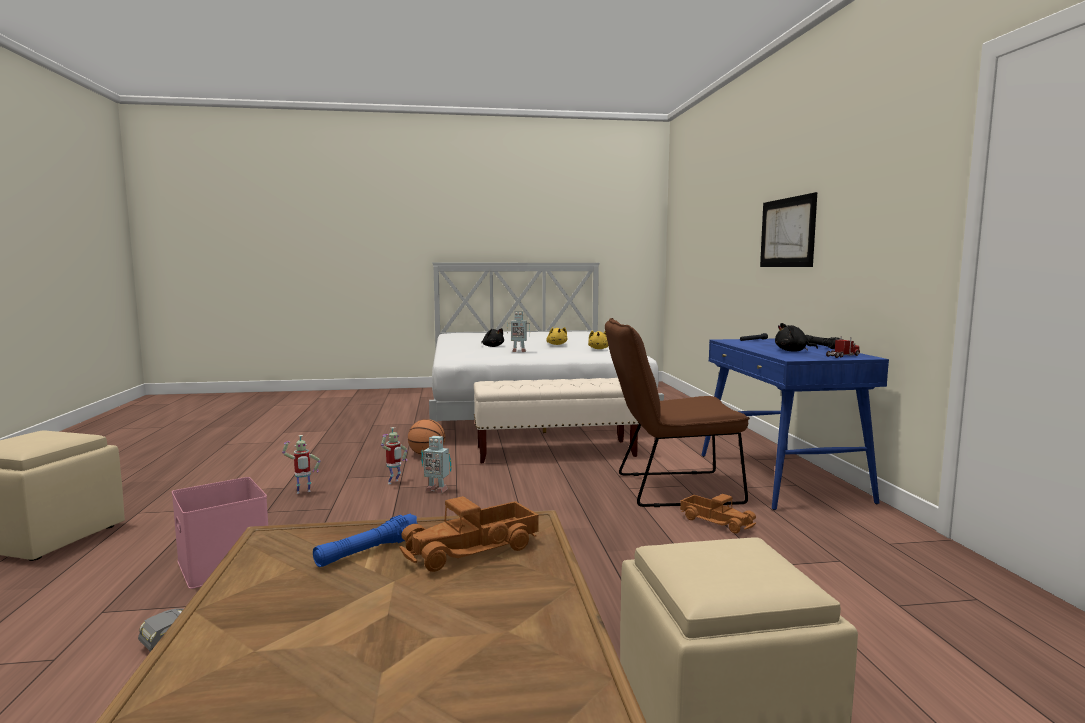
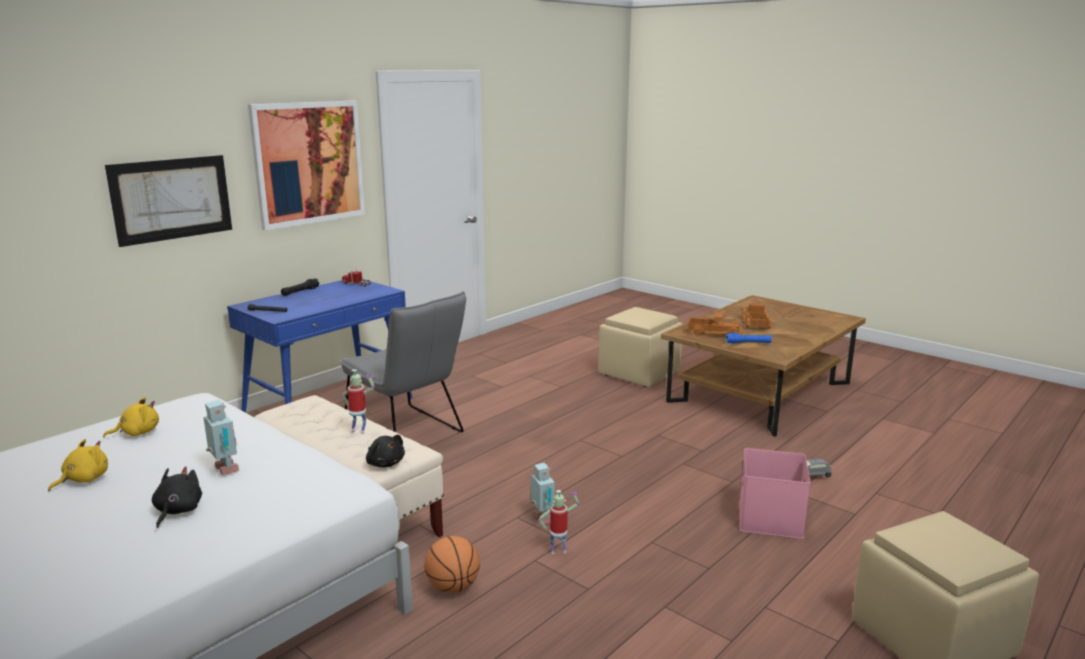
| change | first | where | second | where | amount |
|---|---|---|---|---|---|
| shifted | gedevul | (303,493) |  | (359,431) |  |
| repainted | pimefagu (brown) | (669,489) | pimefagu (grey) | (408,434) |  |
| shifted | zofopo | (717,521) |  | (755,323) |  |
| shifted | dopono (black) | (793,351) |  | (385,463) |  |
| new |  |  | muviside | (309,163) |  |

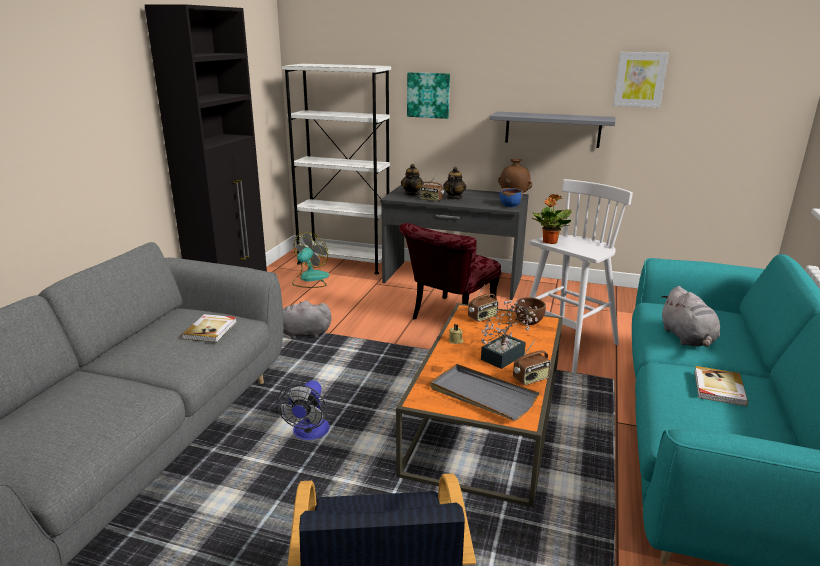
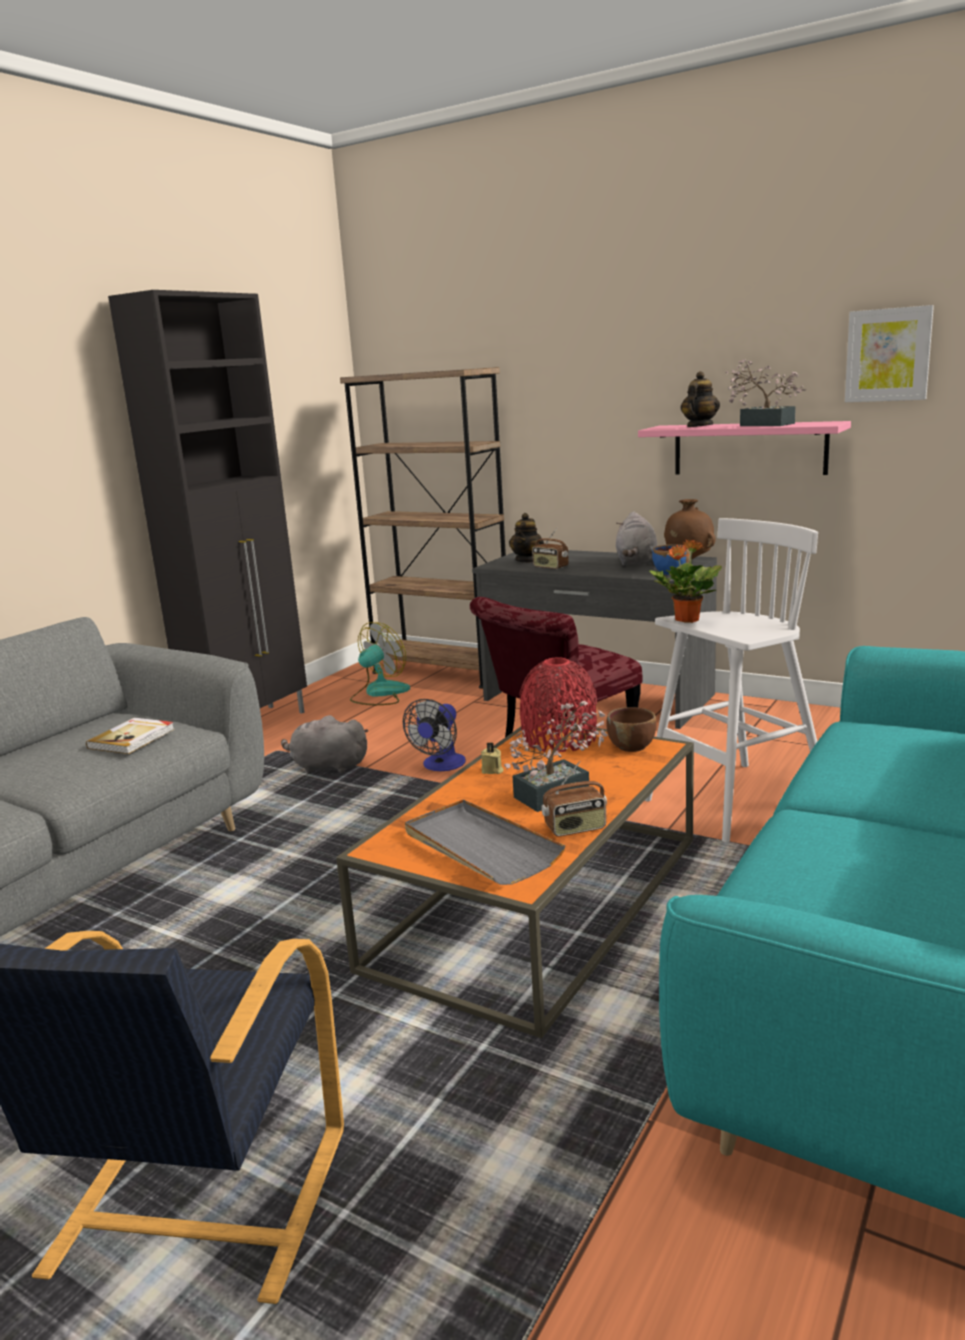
| change | first | where | second | where | amount |
|---|---|---|---|---|---|
| shifted | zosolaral | (309,433) |  | (441,765) |  |
| repainted | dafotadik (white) | (344,262) | dafotadik (brown) | (442,671) |  |
| gone | muviside | (428,95) |  |  |  |
| shifted | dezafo | (454,197) |  | (699,426) |  |
| swapped | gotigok | (483,317) | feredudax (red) | (559,739) |  |
| repainted | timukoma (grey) | (552,129) | timukoma (pink) | (749,449) |  |
| shifted | dopono (grey) | (687,338) |  | (636,563) |  |
| gone | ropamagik | (718,388) |  |  |  |
| new |  |  | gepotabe | (761,424) |  |

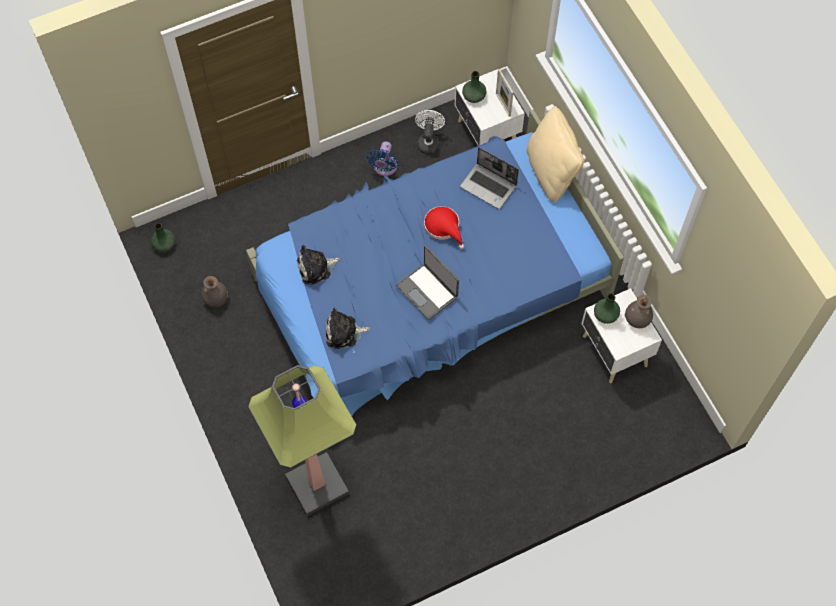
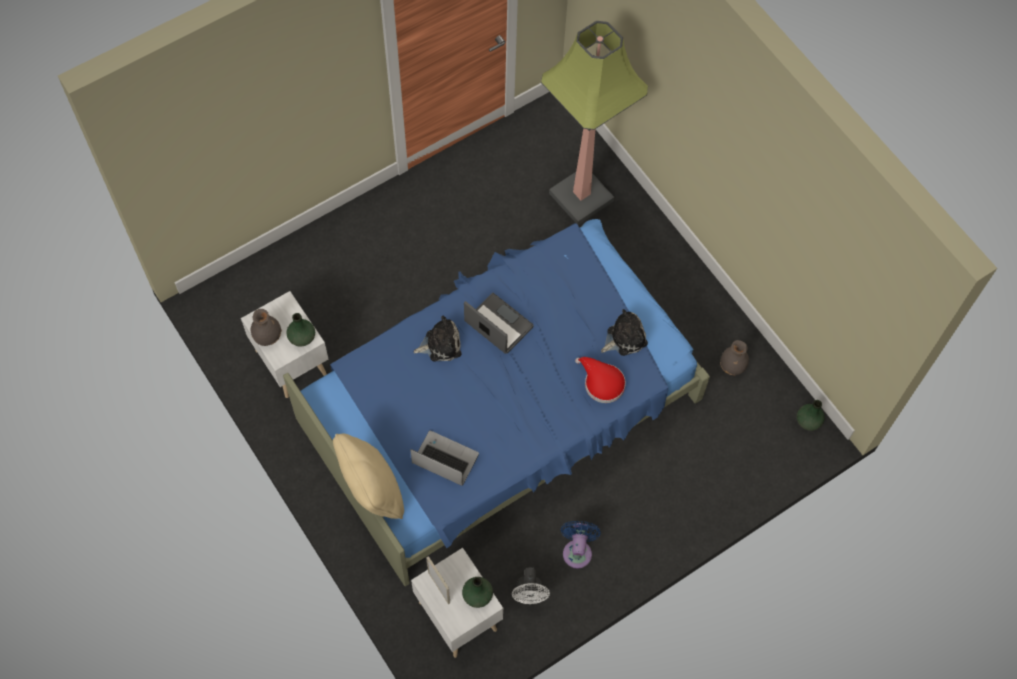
| change | first | where | second | where | amount |
|---|---|---|---|---|---|
| shifted | dopono | (344,333) |  | (440,344) |  |
| shifted | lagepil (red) | (444,227) |  | (601,382) |  |

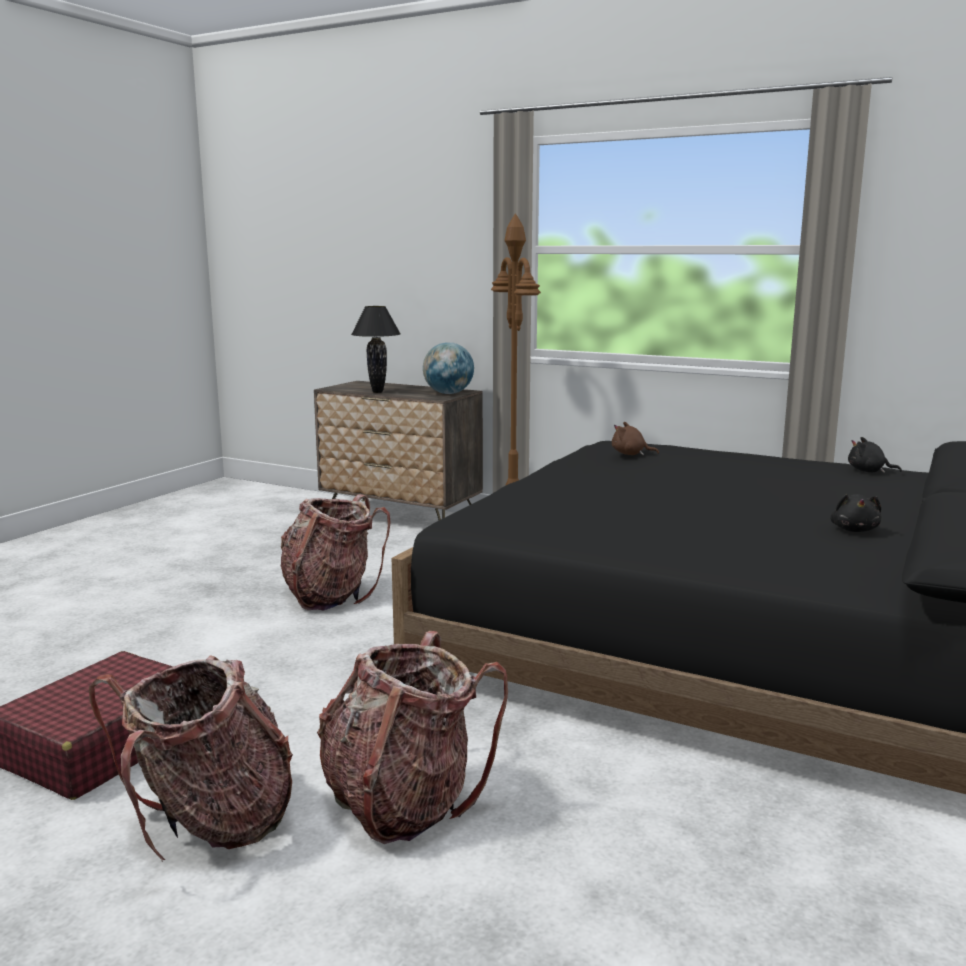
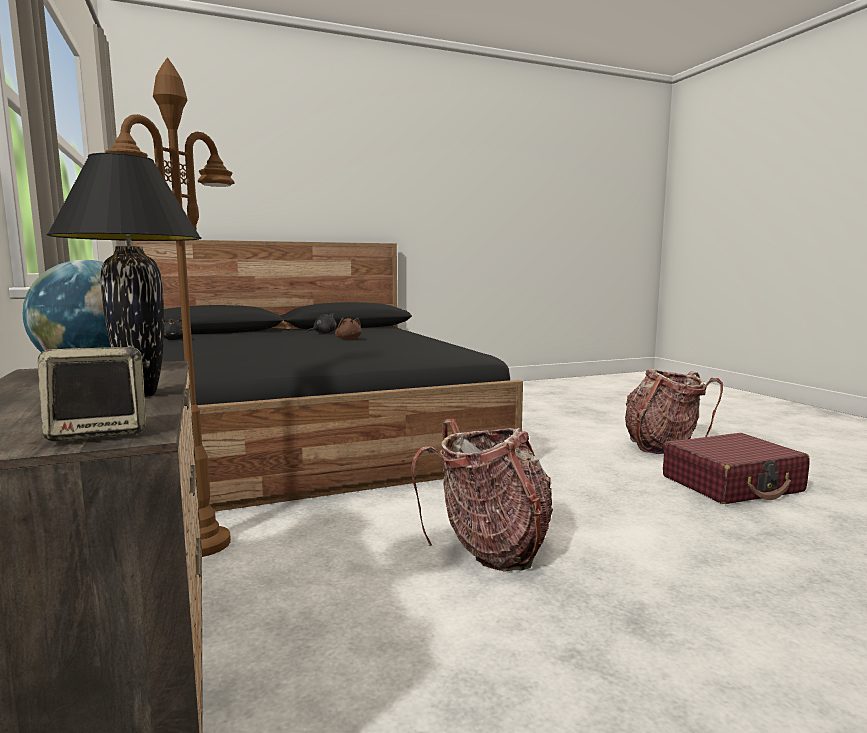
| change | first | where | second | where | amount |
|---|---|---|---|---|---|
| gone | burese | (403,802) |  |  |  |
| shifted | dopono (brown) | (630,454) |  | (348,339) |  |
| new |  |  | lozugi | (101,432) |  |

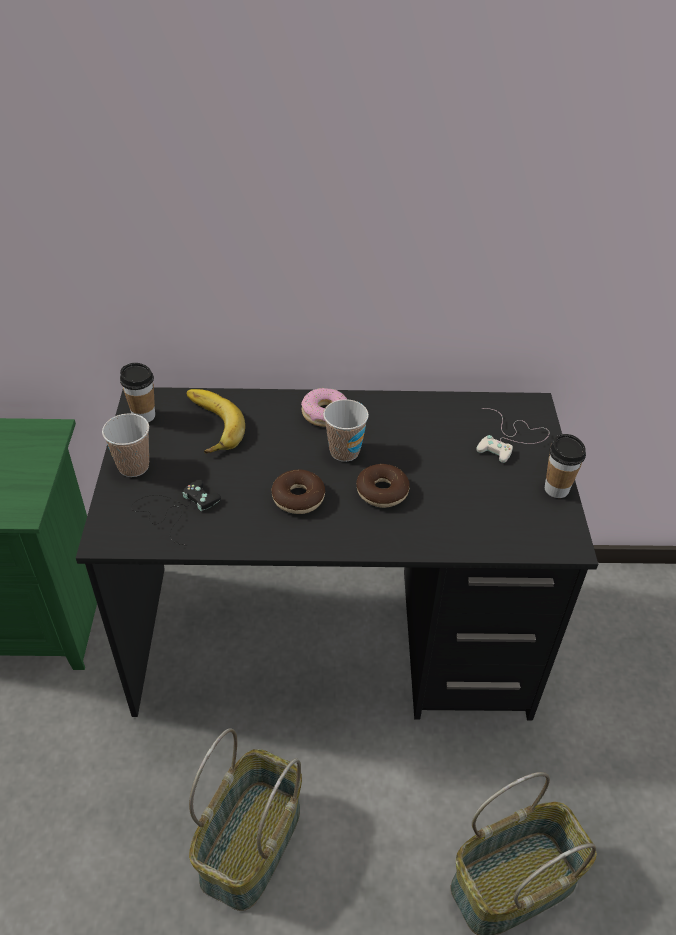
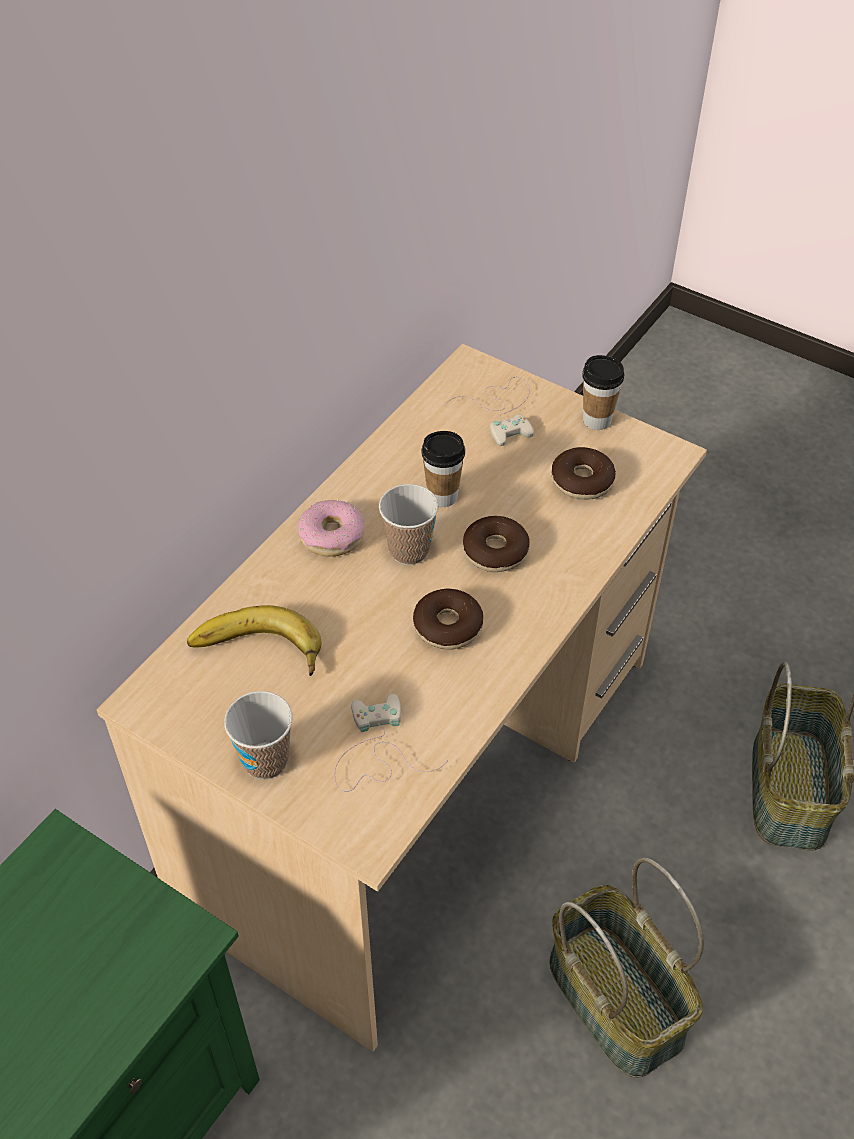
| change | first | where | second | where | amount |
|---|---|---|---|---|---|
| repainted | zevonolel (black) | (333,641) | zevonolel (beige) | (424,781) |  |
| shifted | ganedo | (144,416) |  | (442,496) |  |
| repainted | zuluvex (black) | (175,510) | zuluvex (white) | (376,750) |  |
| new |  |  | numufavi | (582,481) |  |

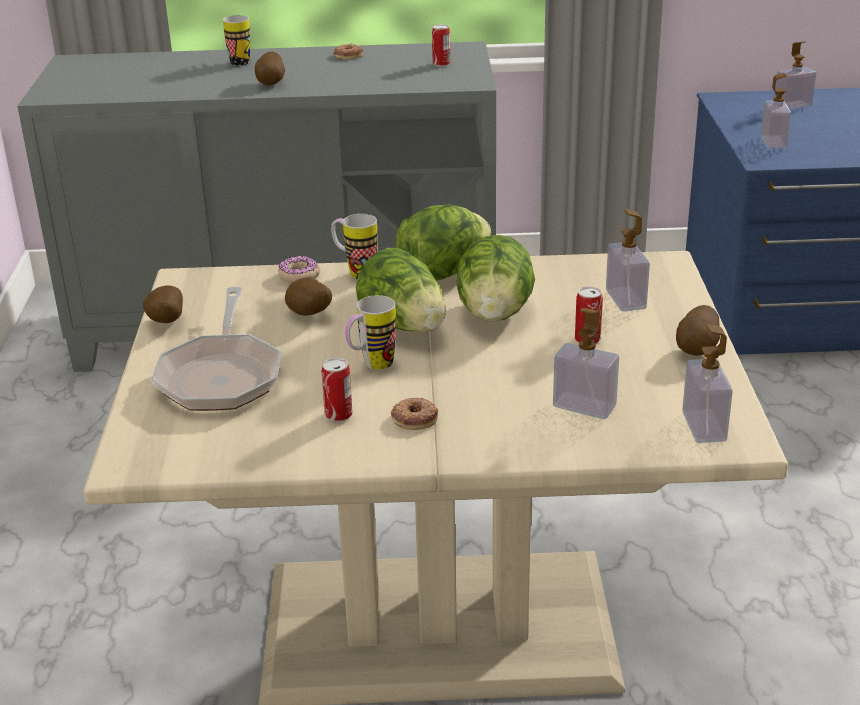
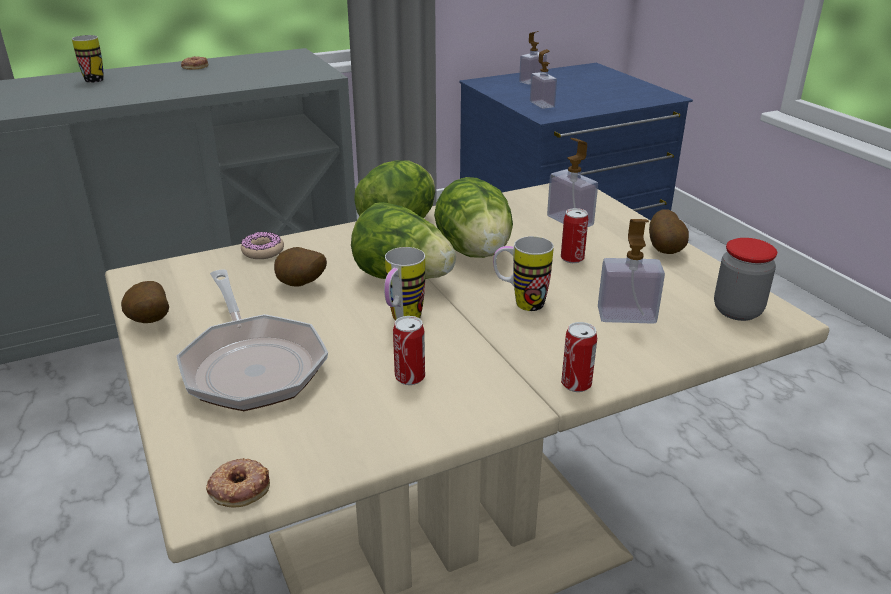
| change | first | where | second | where | amount |
|---|---|---|---|---|---|
| gone | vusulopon | (272,83) |  |  |  |
| shifted | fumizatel | (355,272) |  | (520,303) |  |
| shifted | numufavi | (414,418) |  | (239,487) |  |
| shifted | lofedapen | (441,64) |  | (576,384) |  |
| swapped | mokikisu | (704,426) | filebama | (737,311) |  |

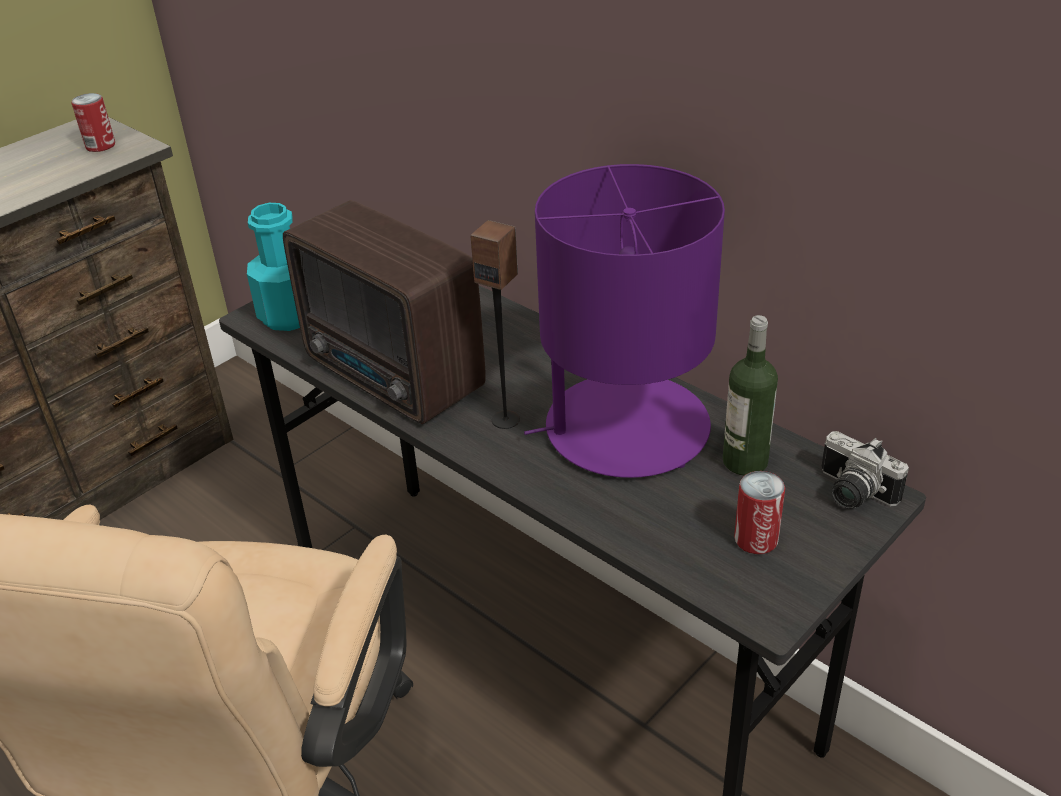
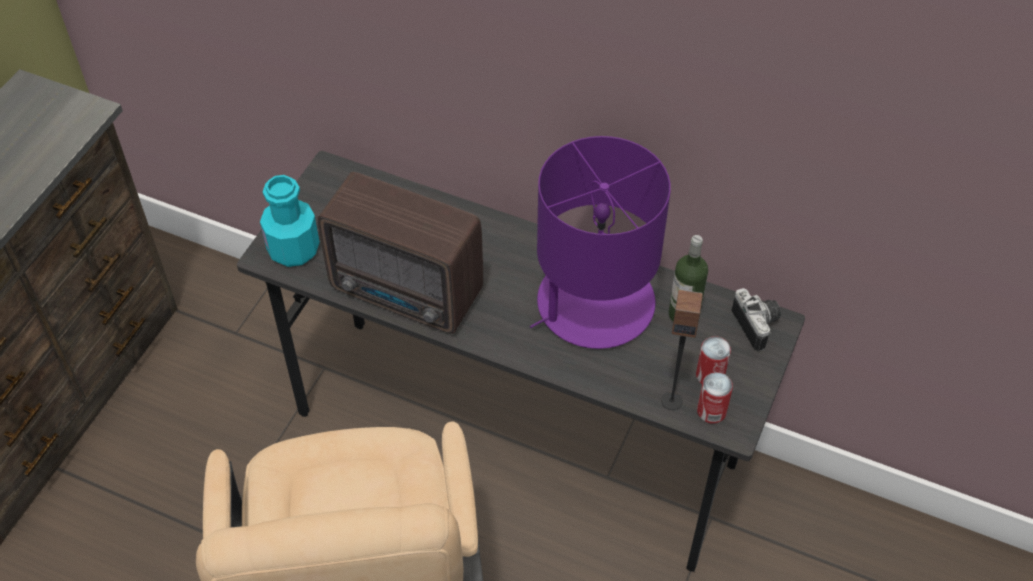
| change | first | where | second | where | amount |
|---|---|---|---|---|---|
| shifted | lofedapen | (100,146) |  | (711,411) |  |
| shifted | lozugi | (506,419) |  | (671,400) |  |
| rotated | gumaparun | (851,493) |  | (759,325) | 135 degrees counterclockwise |

